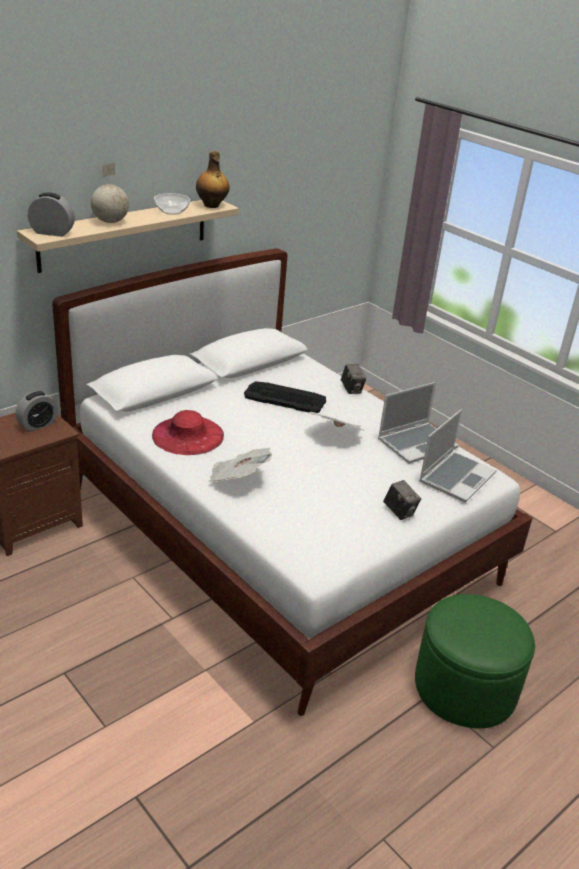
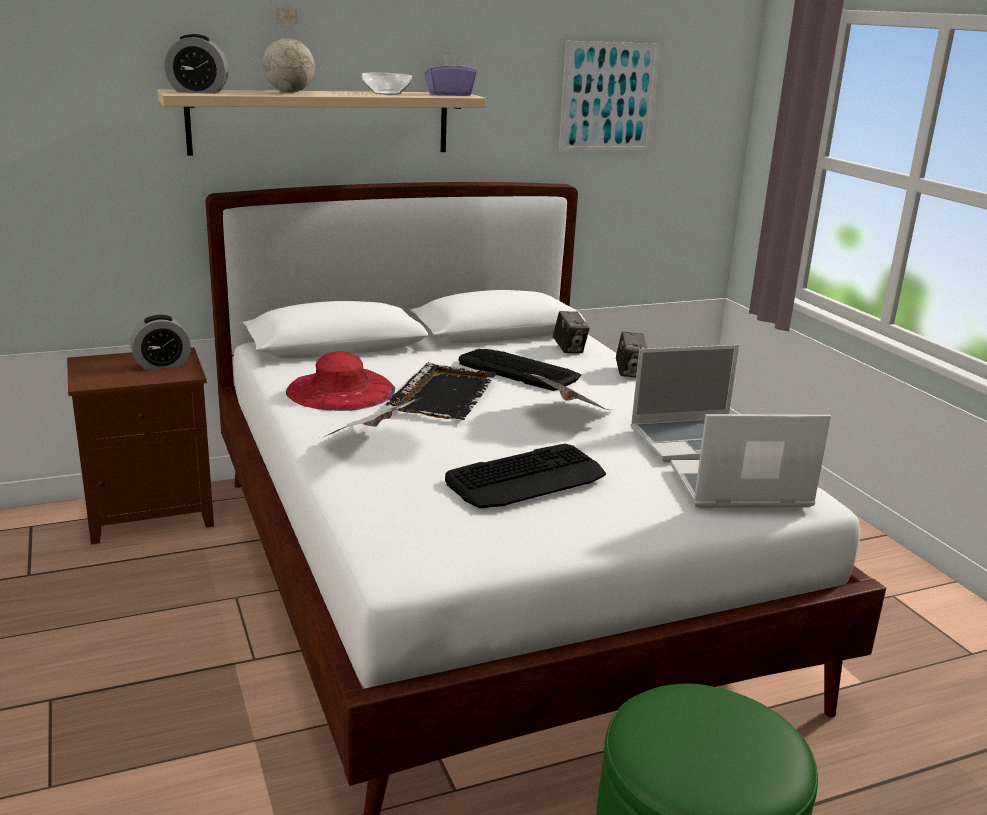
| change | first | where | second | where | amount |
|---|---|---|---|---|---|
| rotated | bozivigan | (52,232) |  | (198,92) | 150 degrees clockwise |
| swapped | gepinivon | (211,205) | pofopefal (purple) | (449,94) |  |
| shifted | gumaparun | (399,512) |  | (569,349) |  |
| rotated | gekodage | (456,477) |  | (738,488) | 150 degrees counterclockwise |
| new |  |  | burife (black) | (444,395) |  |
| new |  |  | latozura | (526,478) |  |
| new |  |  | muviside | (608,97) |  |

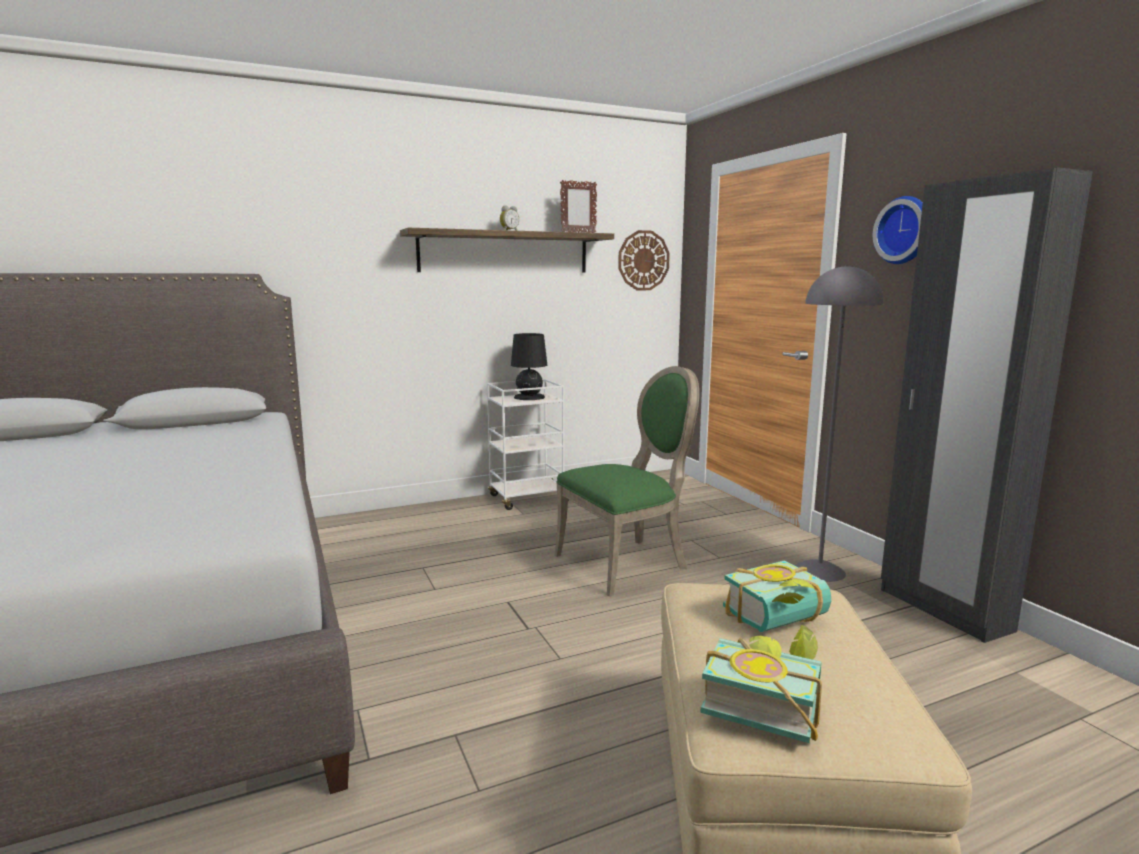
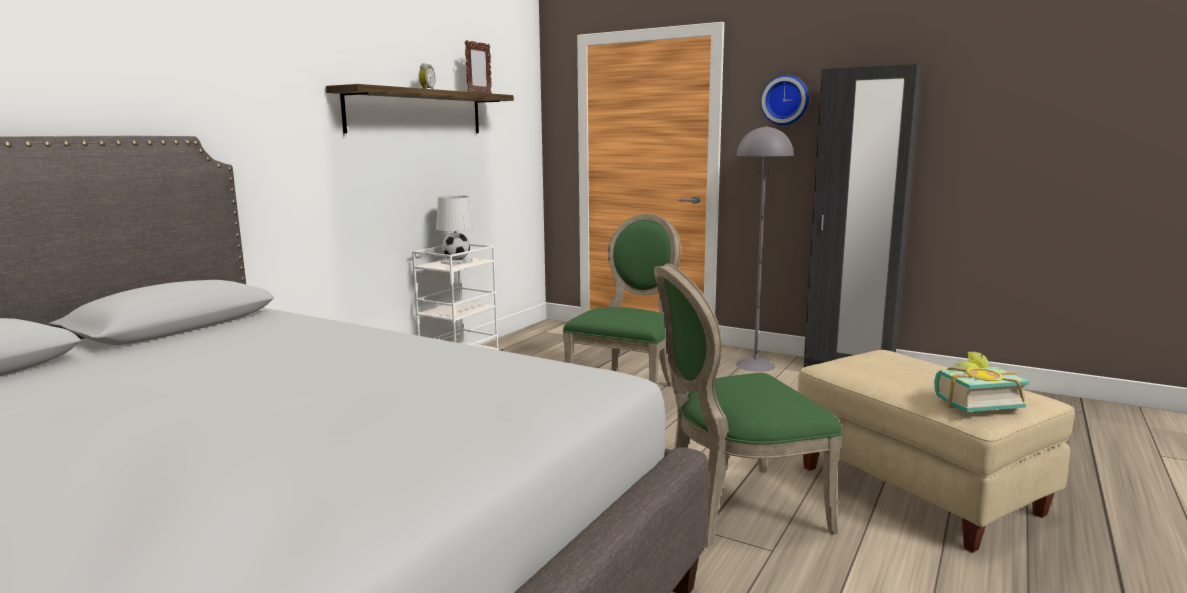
| change | first | where | second | where | amount |
|---|---|---|---|---|---|
| repainted | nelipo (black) | (529,397) | nelipo (white) | (456,261) |  |
| gone | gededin | (643,260) |  |  |  |
| gone | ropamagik | (781,621) |  |  |  |
| new |  |  | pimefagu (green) | (734,509) |  |

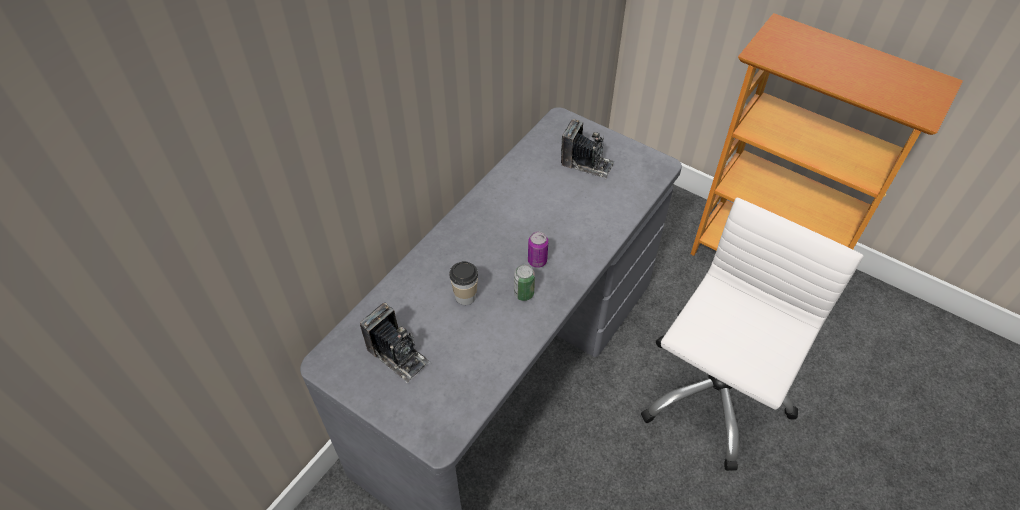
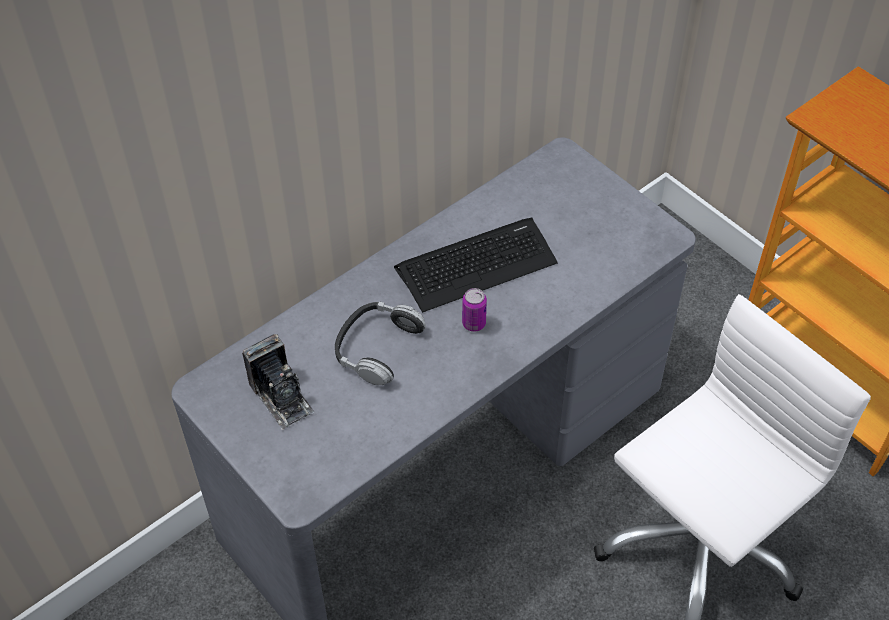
| change | first | where | second | where | amount |
|---|---|---|---|---|---|
| swapped | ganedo | (465,296) | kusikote | (377,347) |  |
| gone | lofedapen | (523,293) |  |  |  |
| gone | gumaparun | (587,163) |  |  |  |
| new |  |  | latozura | (476,265) |  |

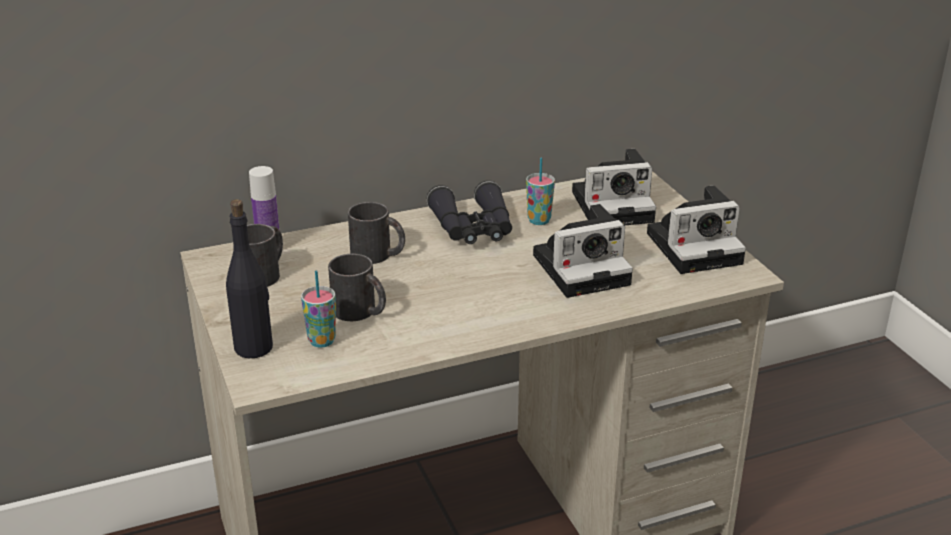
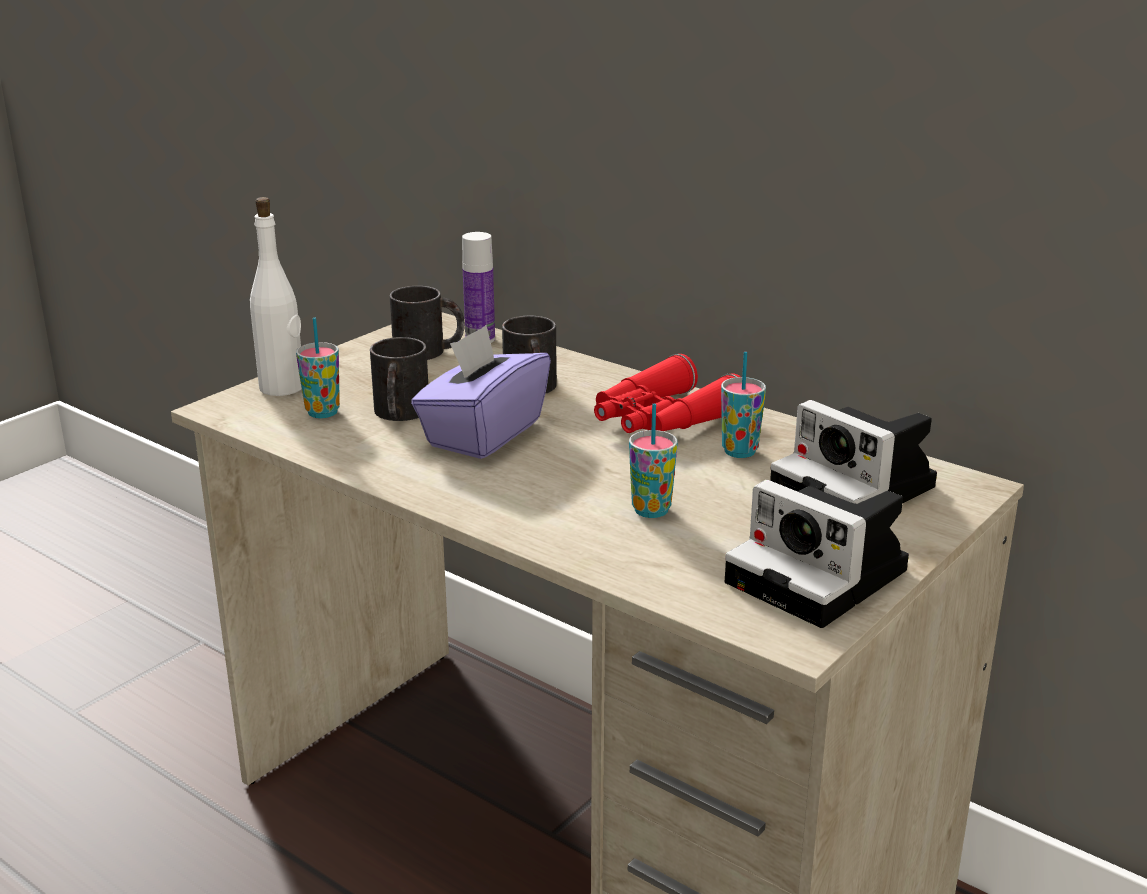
| change | first | where | second | where | amount |
|---|---|---|---|---|---|
| repainted | gepinivon (black) | (254,347) | gepinivon (white) | (282,387) |  |
| repainted | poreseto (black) | (473,228) | poreseto (red) | (662,420) |  |
| swapped | gumaparun | (584,268) | ganedo | (651,510) |  |
| new |  |  | pofopefal (purple) | (483,433) |  |

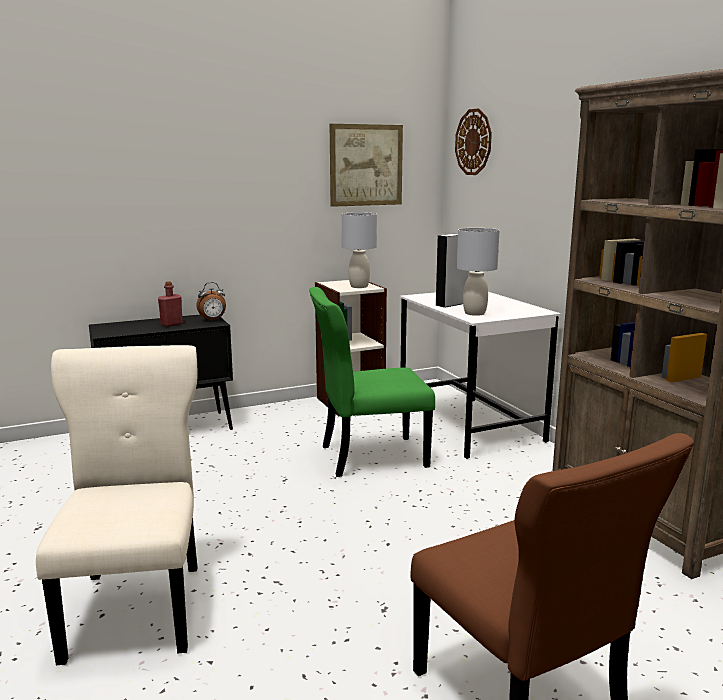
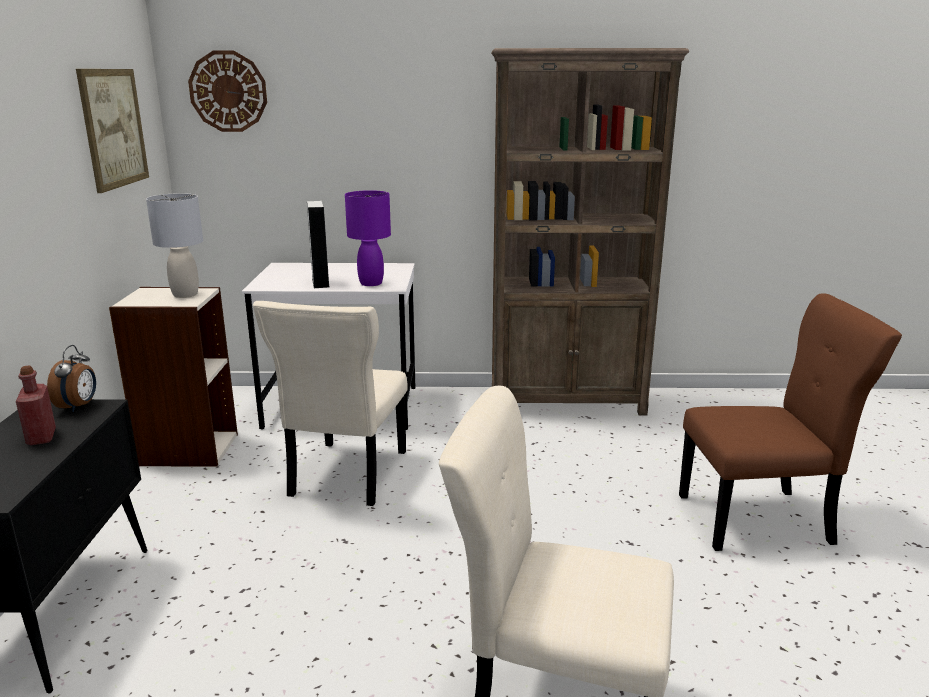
| change | first | where | second | where | amount |
|---|---|---|---|---|---|
| repainted | pimefagu (green) | (369,456) | pimefagu (beige) | (346,476) |  |
| repainted | nelipo (grey) | (474,313) | nelipo (purple) | (371,283) |  |

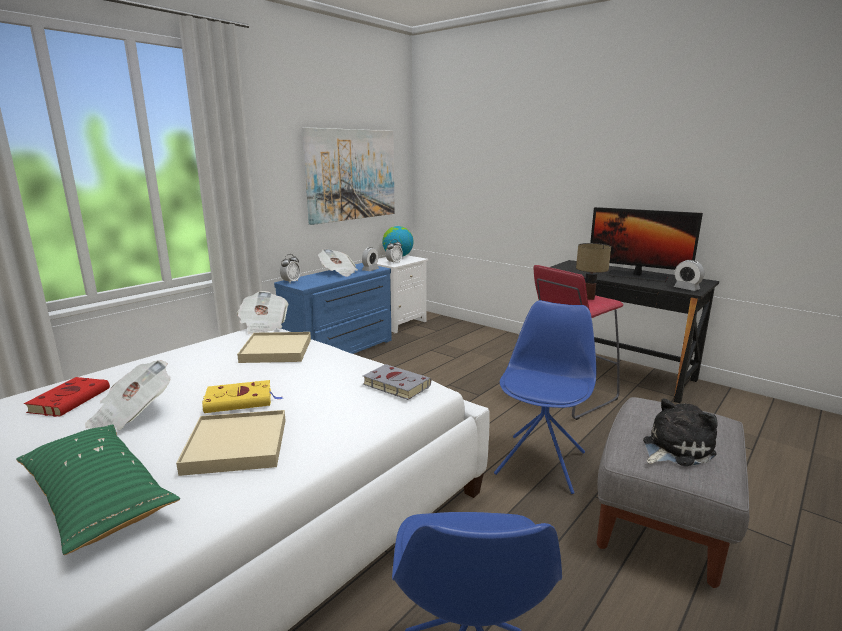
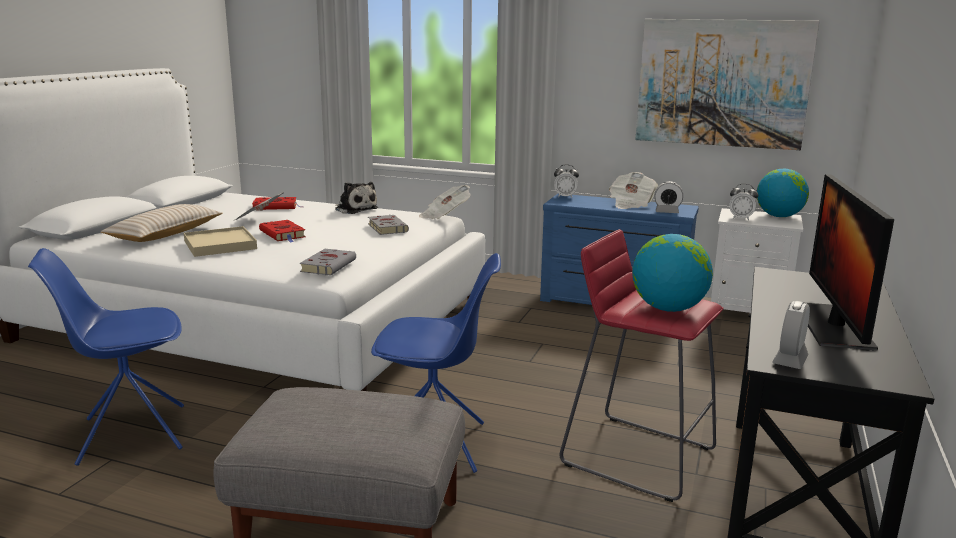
| change | first | where | second | where | amount |
|---|---|---|---|---|---|
| repainted | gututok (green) | (97,497) | gututok (beige) | (165,234) |  |
| repainted | ropamagik (yellow) | (241,401) | ropamagik (red) | (283,234) |  |
| swapped | burife (beige) | (276,351) | ropamagik (grey) | (387,228) |  |
| swapped | nelipo | (588,298) | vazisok | (668,308) |  |
| shifted | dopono | (674,449) |  | (355,209) |  |

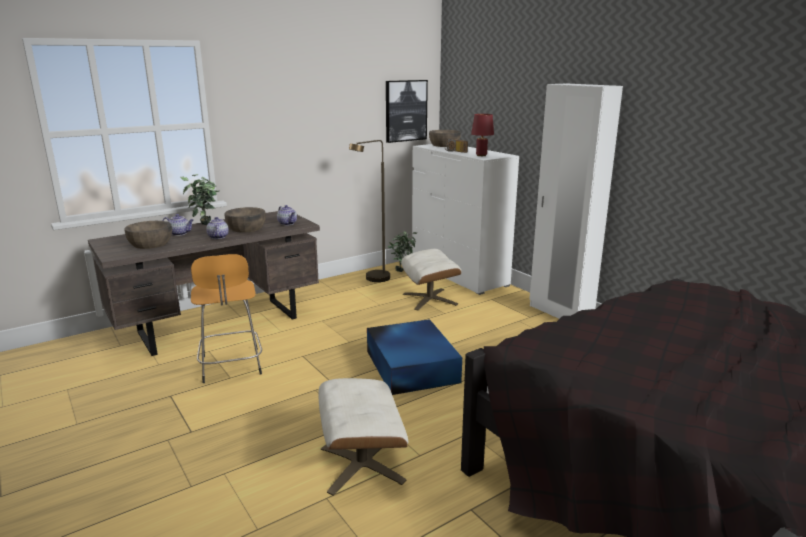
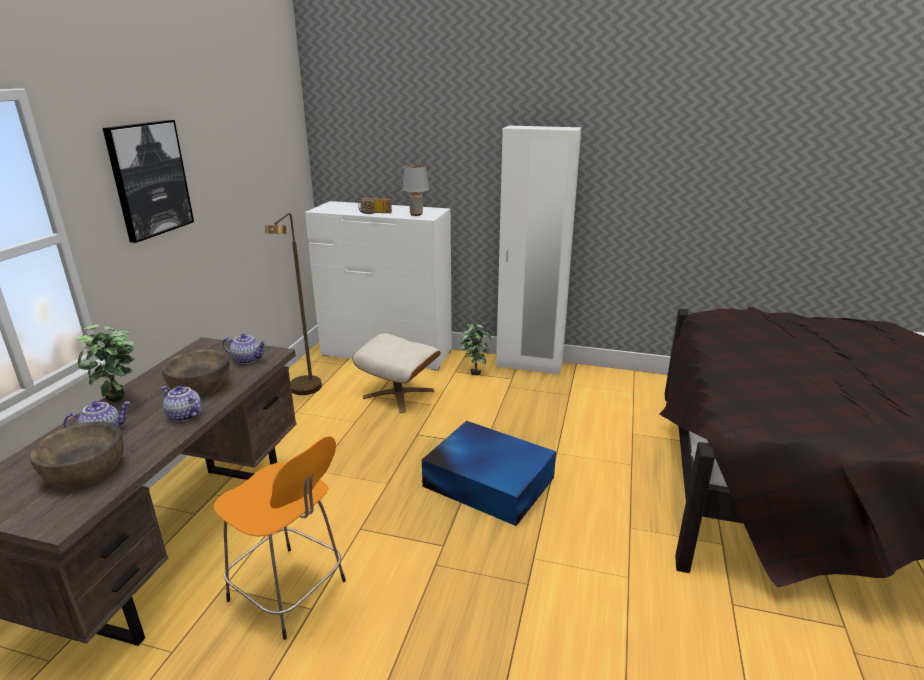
| change | first | where | second | where | amount |
|---|---|---|---|---|---|
| gone | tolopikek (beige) | (361,464) |  |  |  |
| shifted | muviside | (405,111) |  | (149,179) |  |
| shifted | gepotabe | (402,270) |  | (475,372) |  |
| gone | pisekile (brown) | (444,145) |  |  |  |
| repainted | nelipo (red) | (481,155) | nelipo (grey) | (416,214) |  |

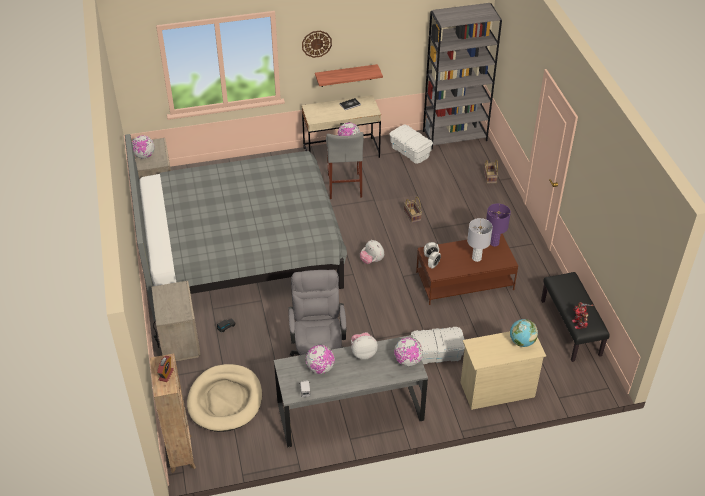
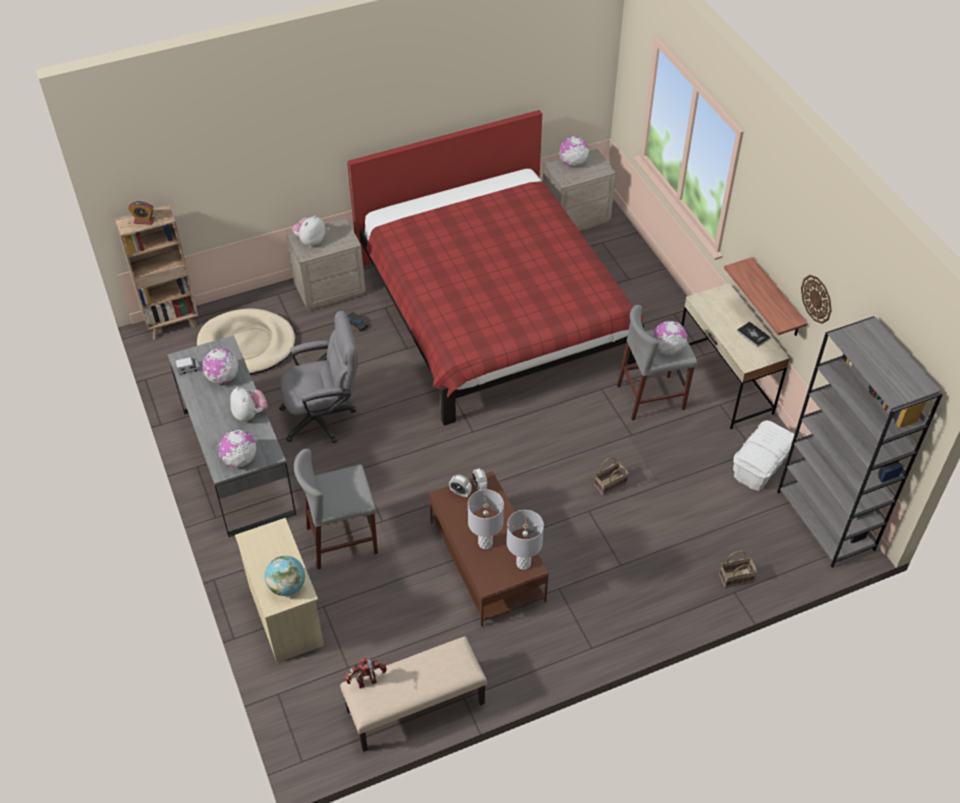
| change | first | where | second | where | amount |
|---|---|---|---|---|---|
| repainted | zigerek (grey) | (239,249) | zigerek (red) | (492,311) |  |
| shifted | gededin | (316,43) |  | (817,299) |  |
| shifted | dopono | (372,260) |  | (310,241) |  |
| swapped | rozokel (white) | (436,353) | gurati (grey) | (342,540) |  |
| repainted | nelipo (purple) | (494,243) | nelipo (grey) | (523,563) |  |
| repainted | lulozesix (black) | (571,328) | lulozesix (beige) | (415,708) |  |

